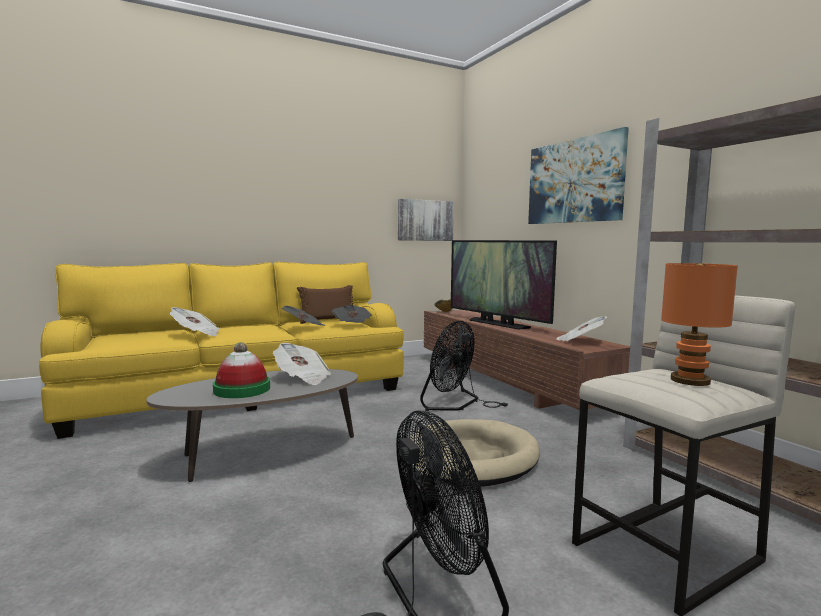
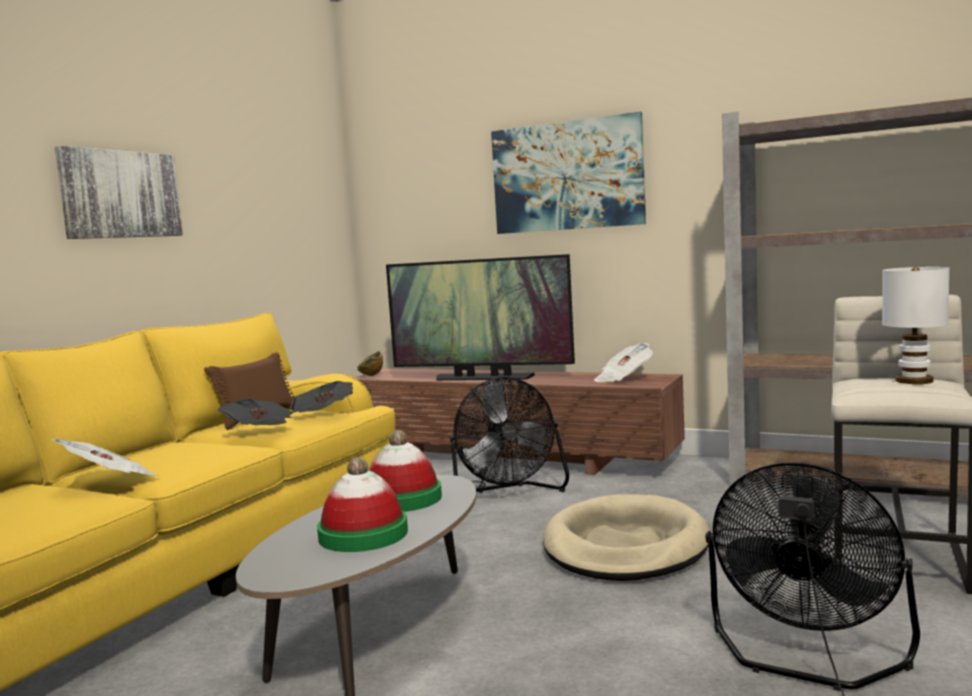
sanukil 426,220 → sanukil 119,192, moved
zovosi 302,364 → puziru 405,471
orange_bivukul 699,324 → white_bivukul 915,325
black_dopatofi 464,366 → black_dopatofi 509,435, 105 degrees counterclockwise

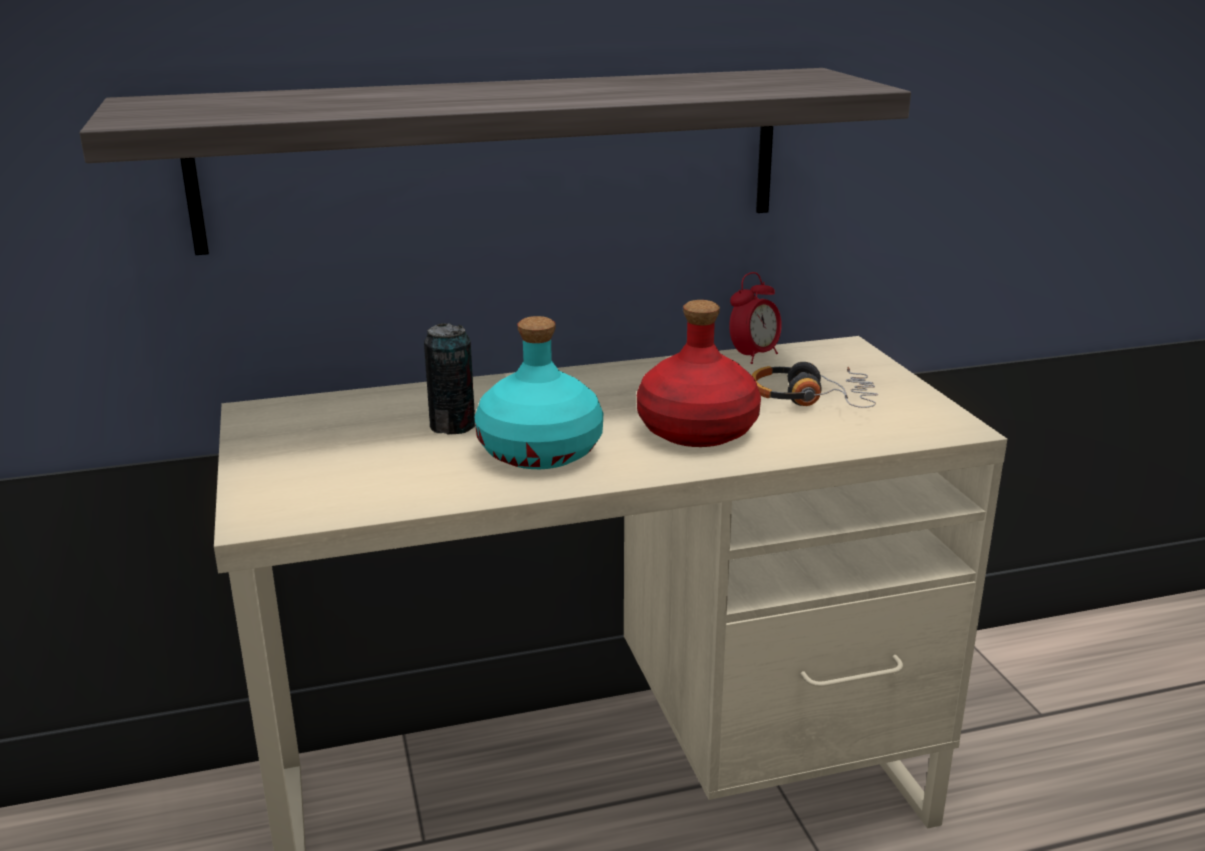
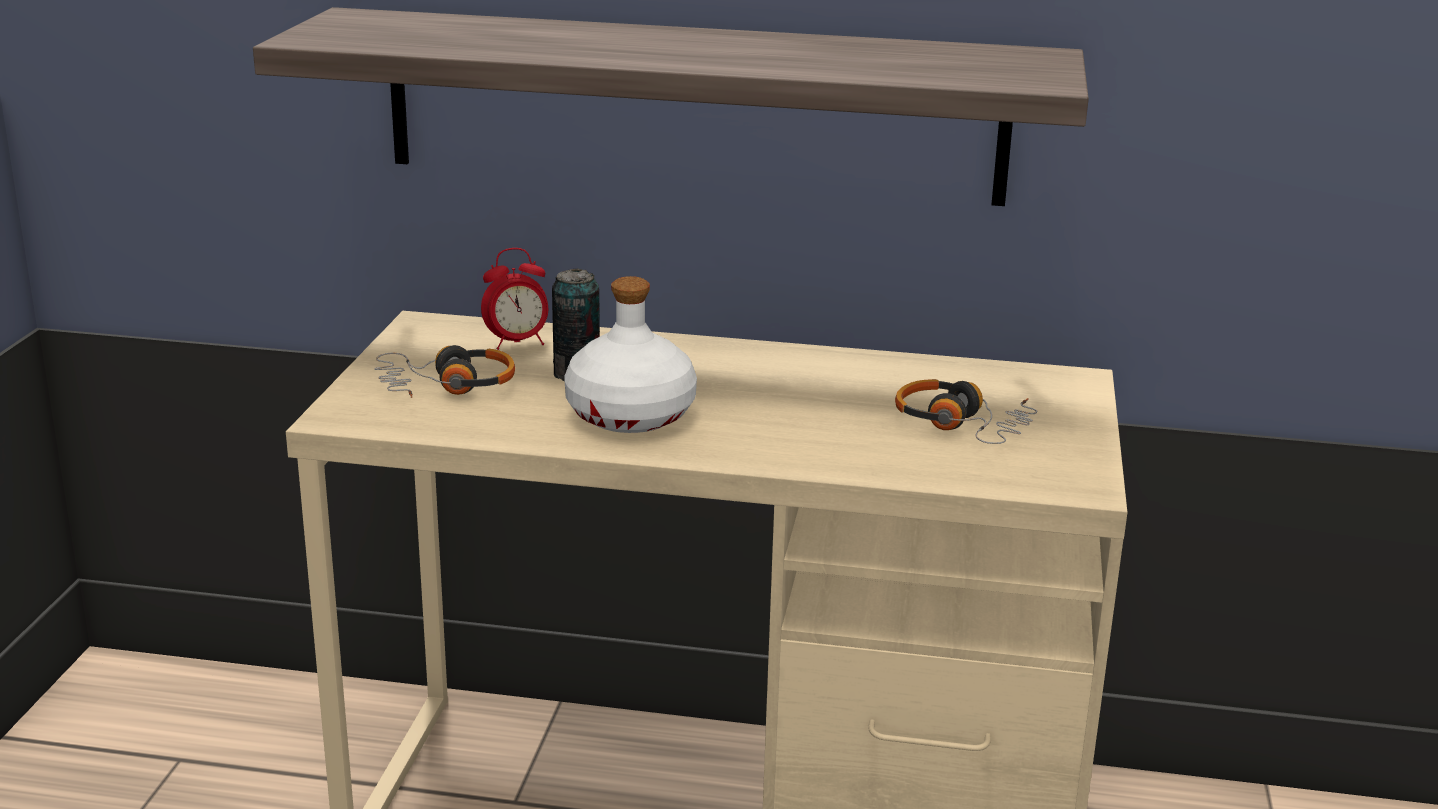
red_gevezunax 699,373 → -
- → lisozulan 444,371
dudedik 755,318 → dudedik 514,299, moved
turquoise_gevezunax 538,392 → white_gevezunax 630,354

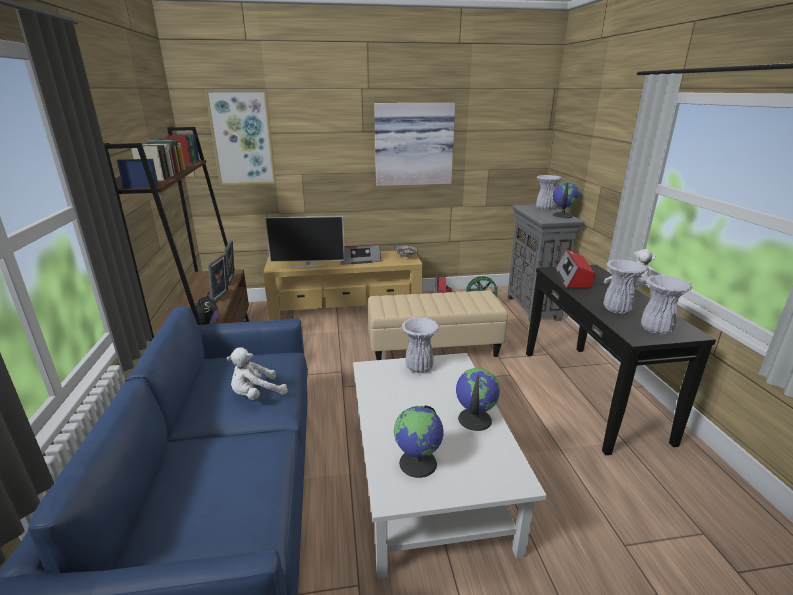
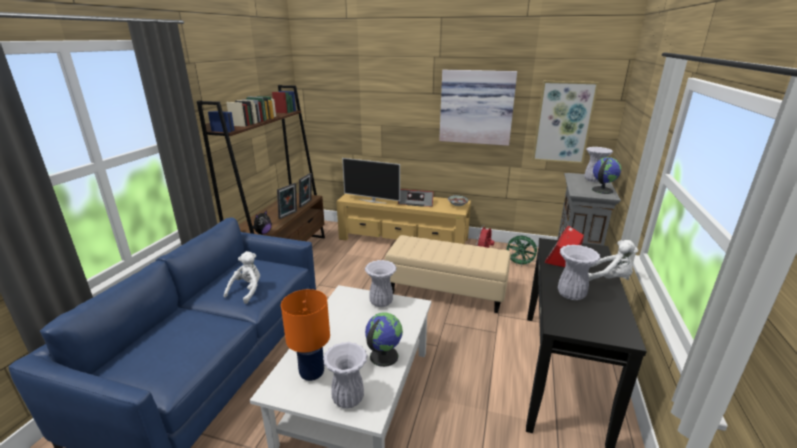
sanukil 240,137 → sanukil 565,122, moved
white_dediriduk 666,305 → white_dediriduk 345,375, moved
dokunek 419,442 → orange_bivukul 305,335
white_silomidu 257,373 → white_silomidu 242,277, 120 degrees clockwise

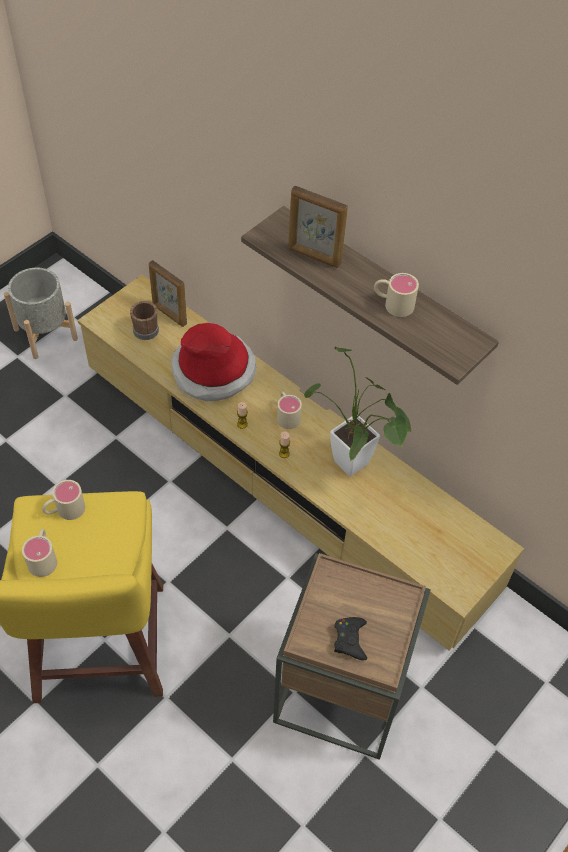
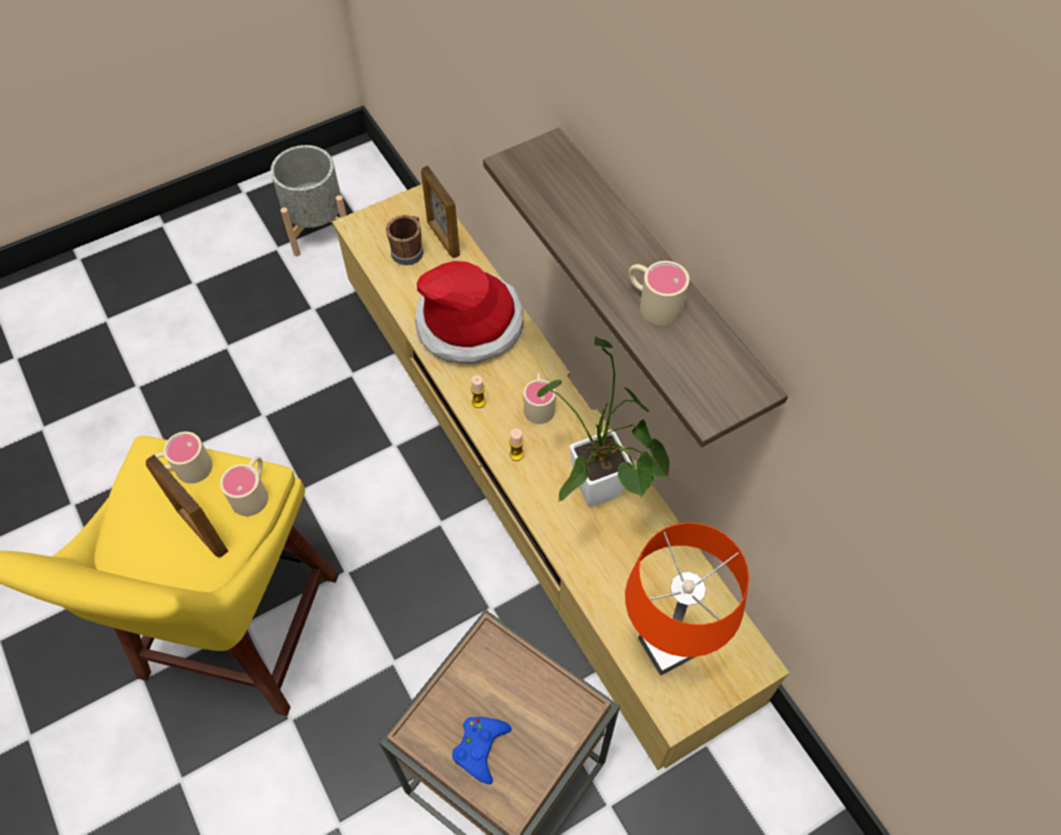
- → orange_bivukul 687,599
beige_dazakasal 39,553 → beige_dazakasal 244,486, moved
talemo 318,227 → talemo 187,506, moved
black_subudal 350,638 → blue_subudal 482,750

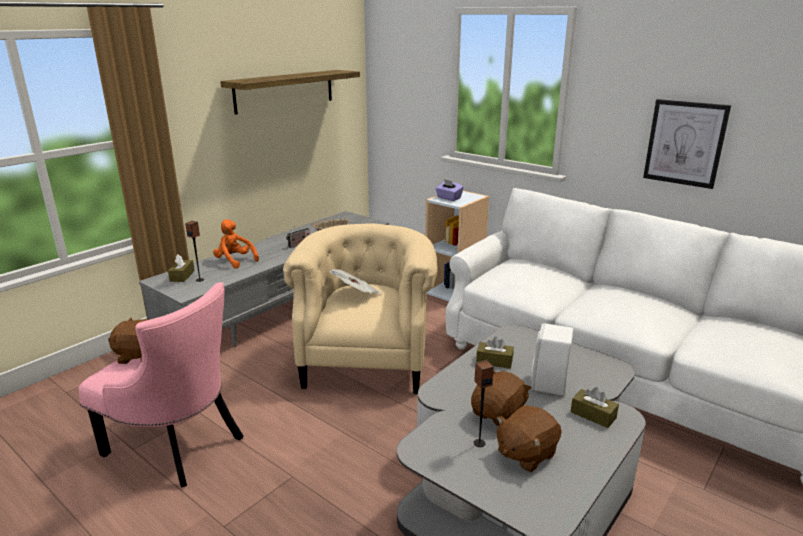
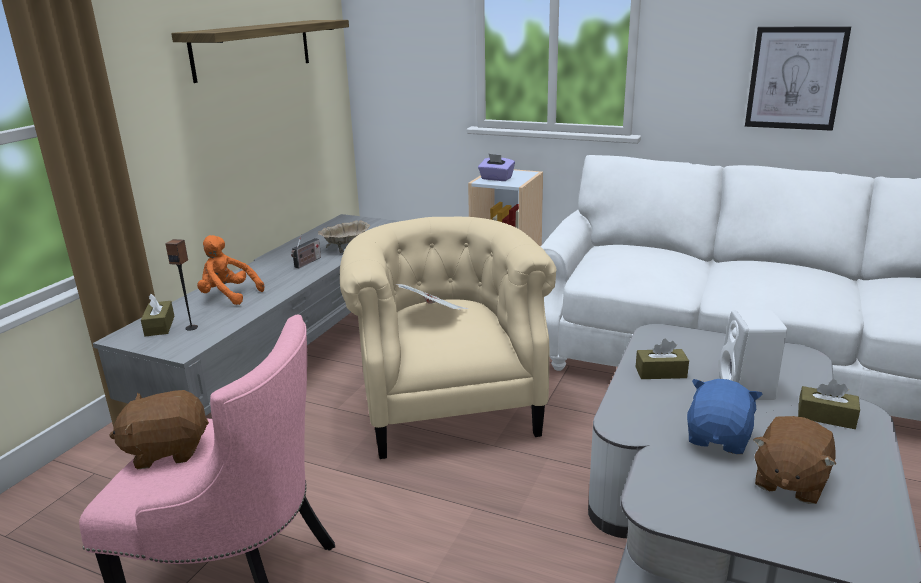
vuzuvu 483,403 → -
brown_silomidu 501,398 → blue_silomidu 725,416

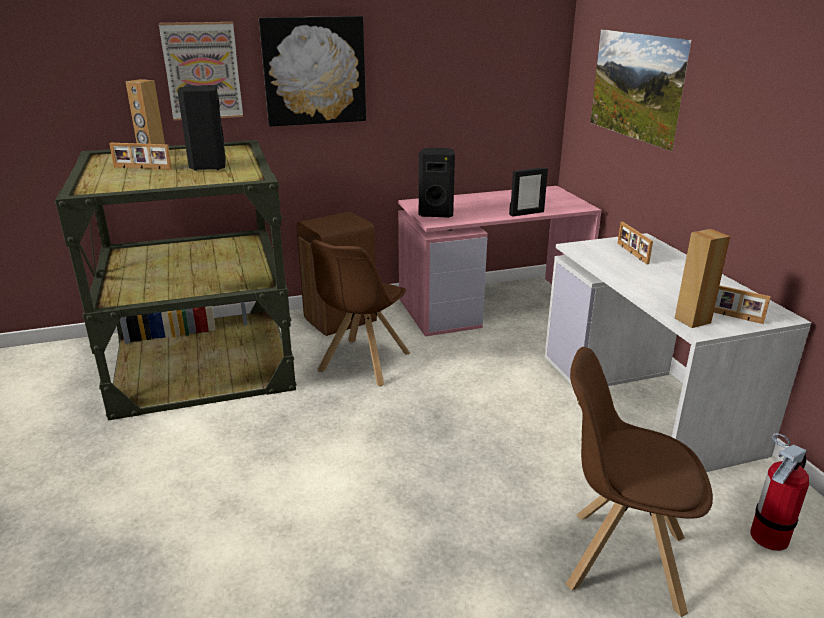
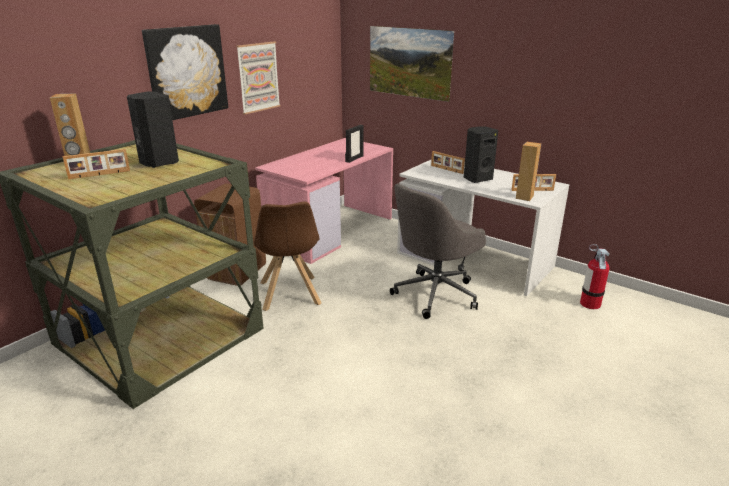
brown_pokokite 639,482 → -
- → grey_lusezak 438,251
sanukil 201,71 → sanukil 258,77, moved
black_vuzuvu 437,183 → black_vuzuvu 481,154, moved

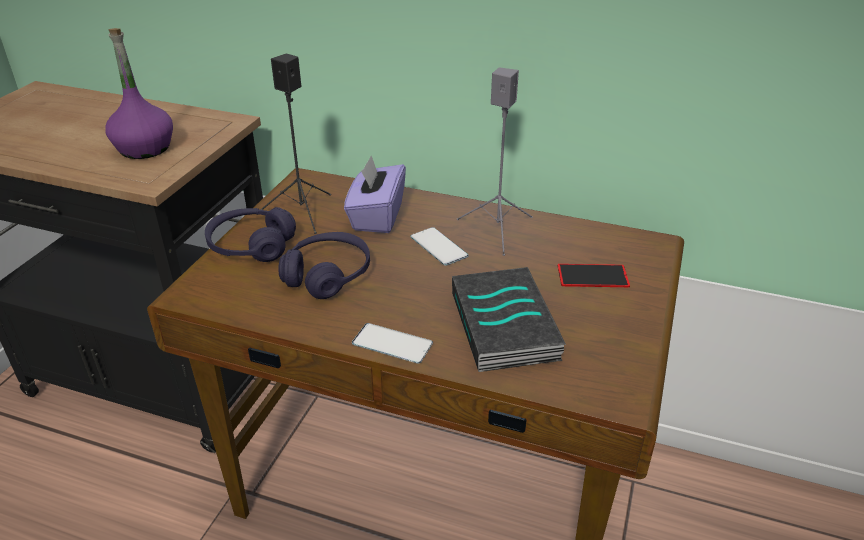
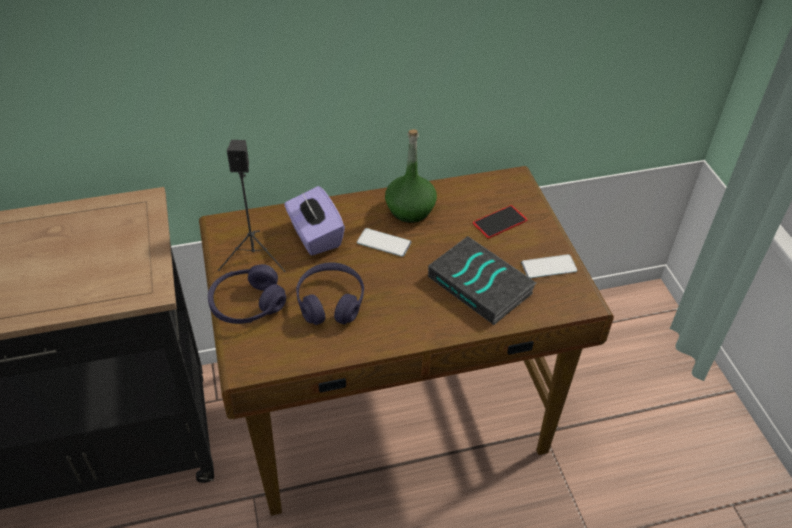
purple_gevezunax 139,93 → -
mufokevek 392,343 → mufokevek 549,266, moved
grey_vuzuvu 495,161 → green_gevezunax 411,176

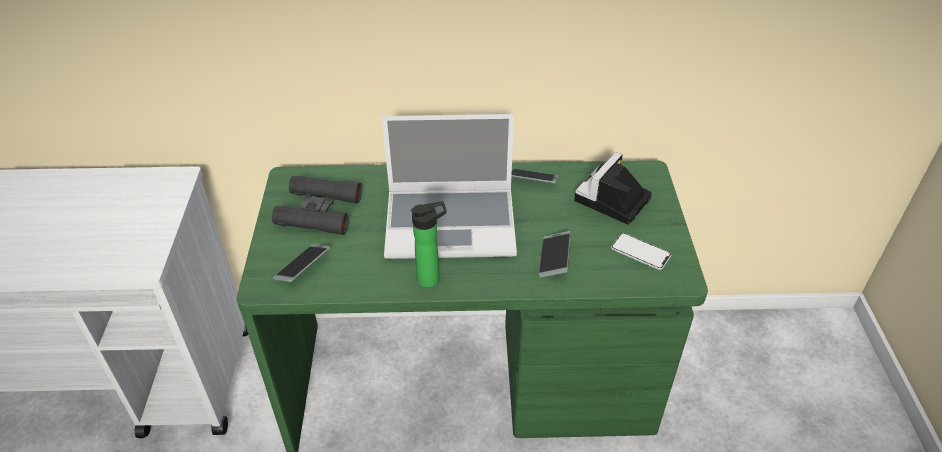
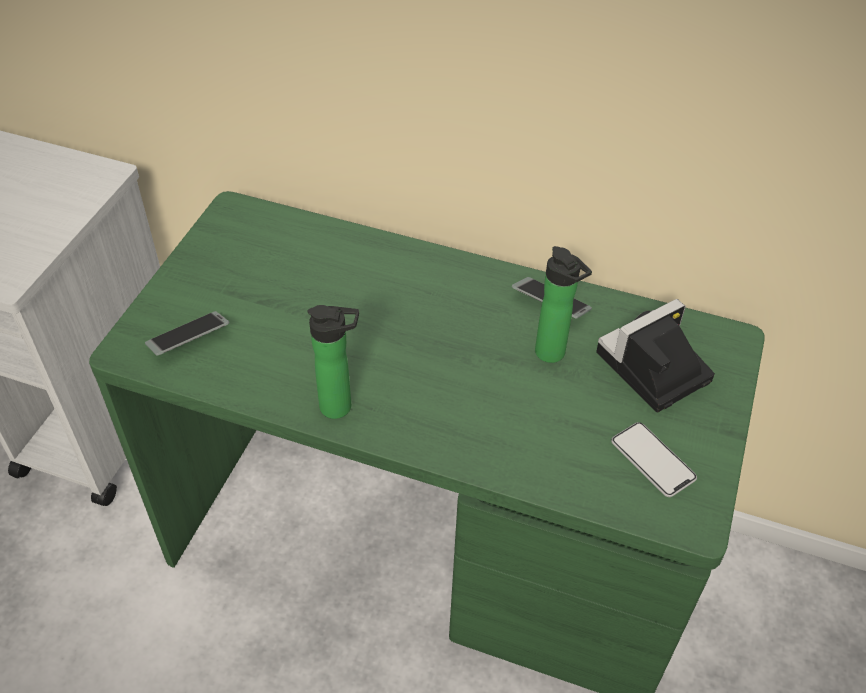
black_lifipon 317,205 → -
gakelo 449,186 → -
mufokevek 555,254 → -
- → gevezunax 563,304

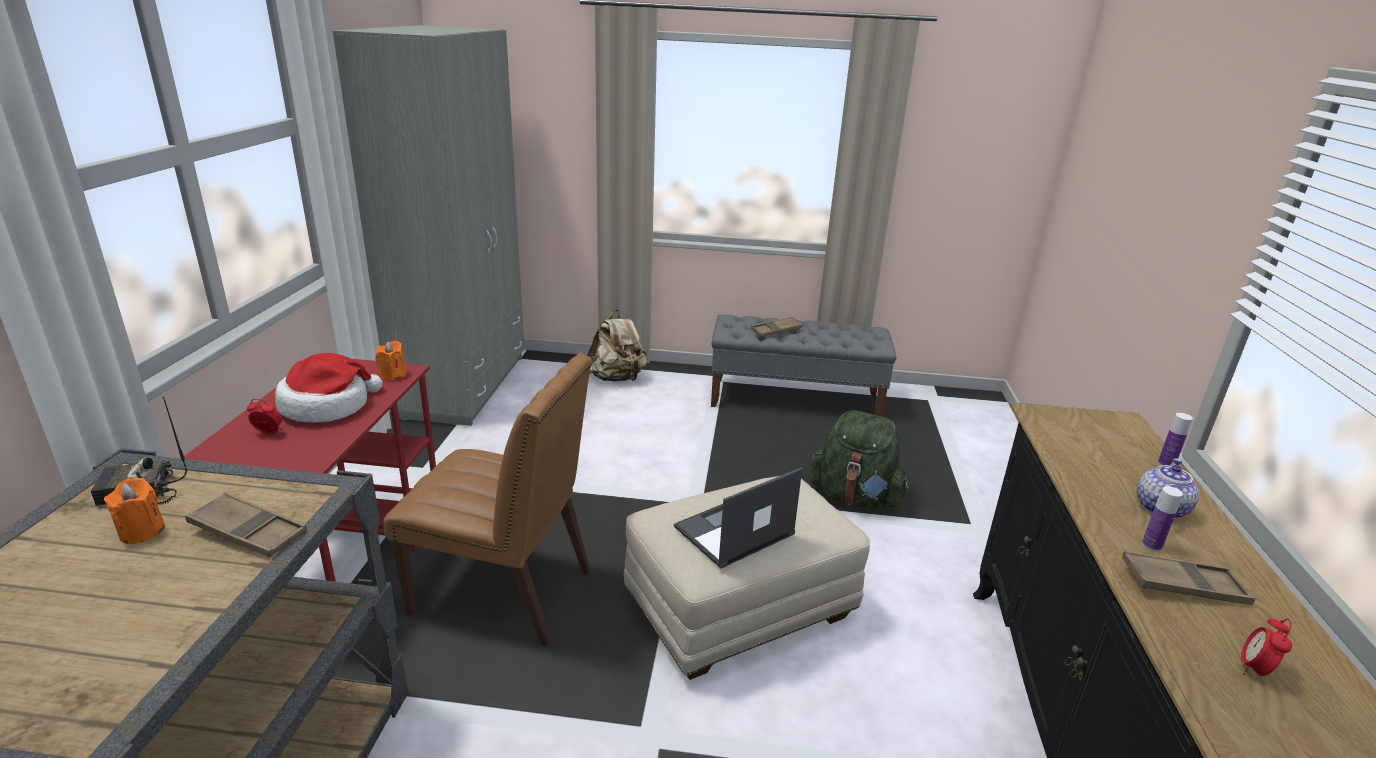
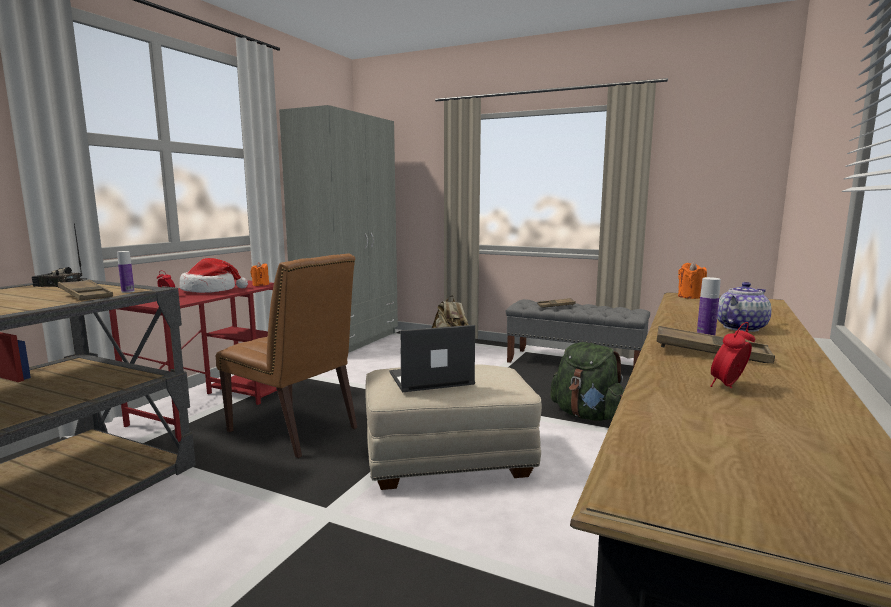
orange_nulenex 134,511 → orange_nulenex 692,280, moved
gevezunax 1175,439 → gevezunax 125,272, moved

